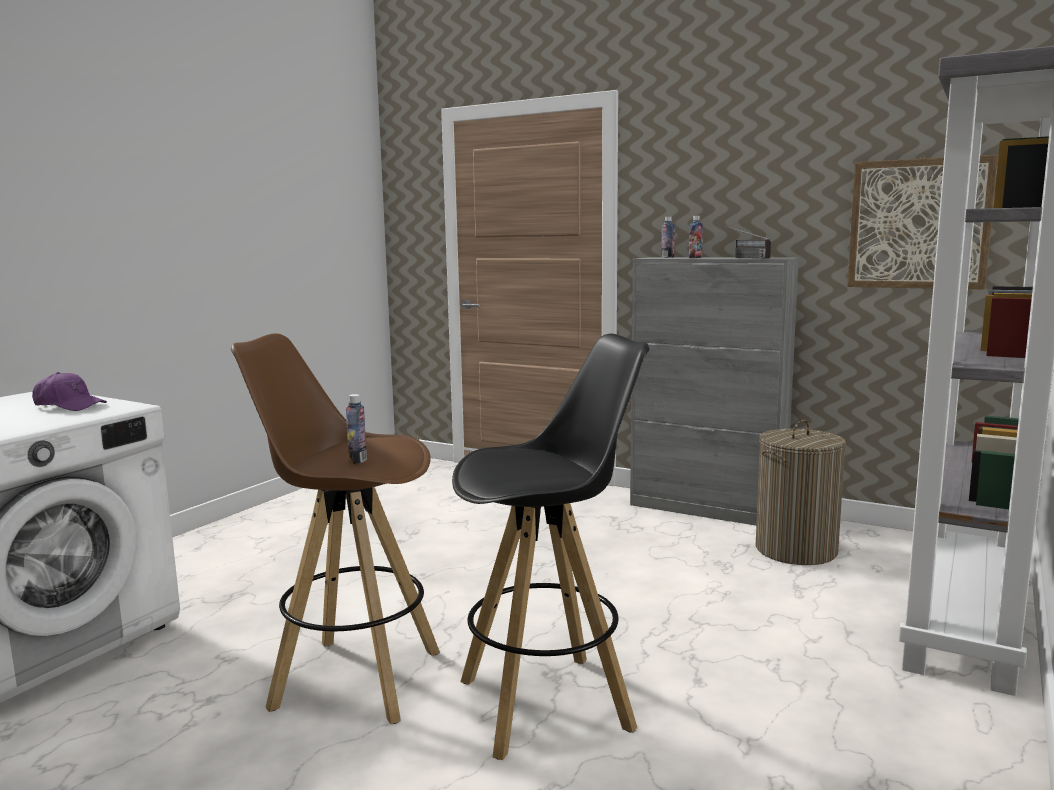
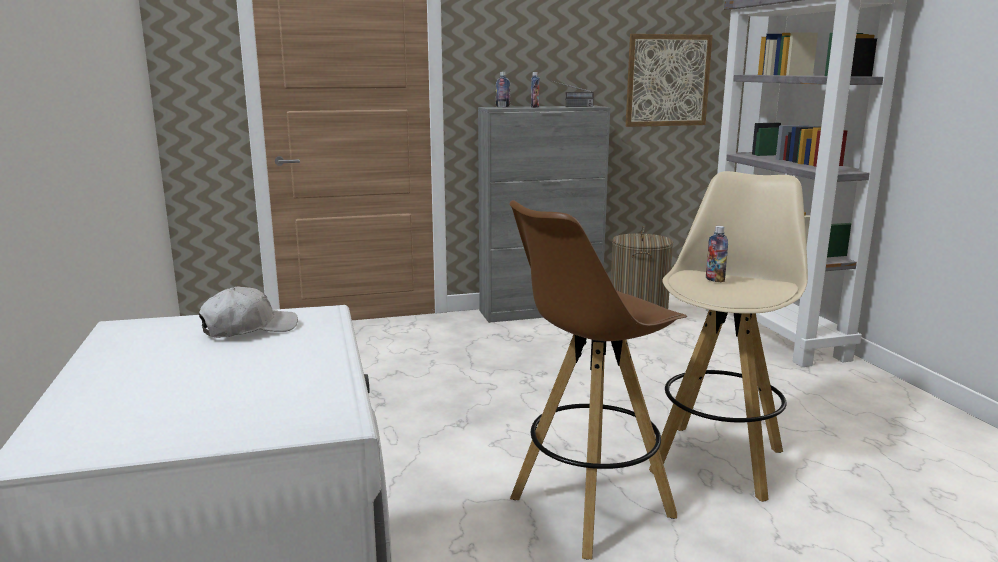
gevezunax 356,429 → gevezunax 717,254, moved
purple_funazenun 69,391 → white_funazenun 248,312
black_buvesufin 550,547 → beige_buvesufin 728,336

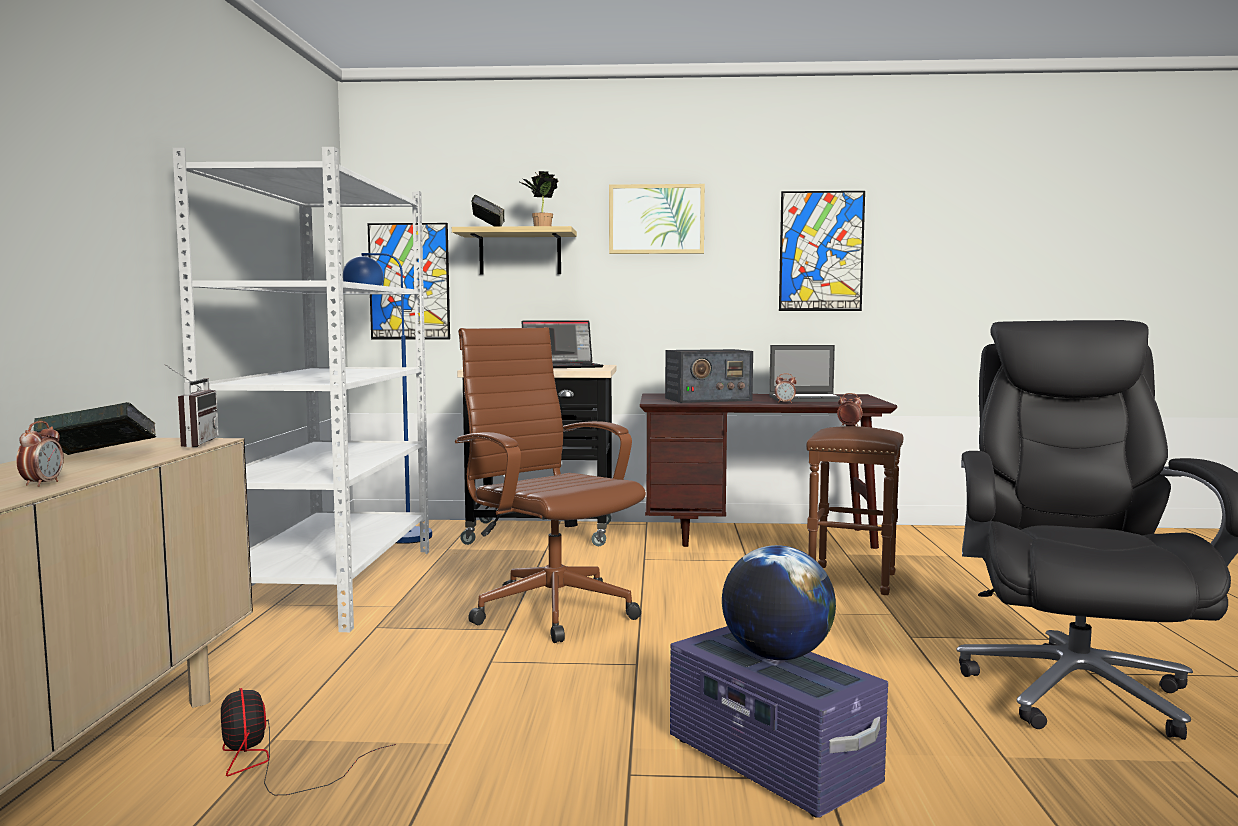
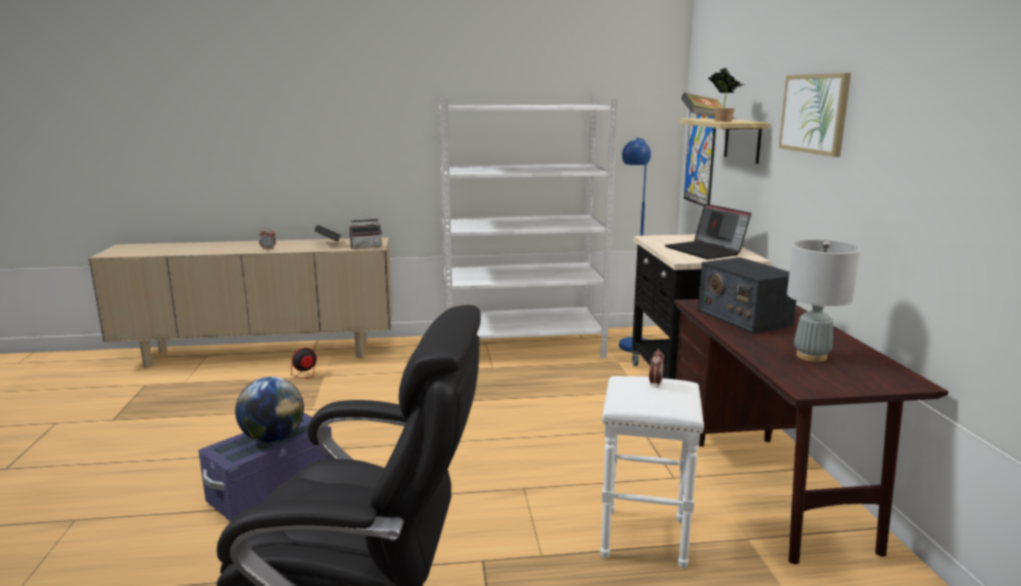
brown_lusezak 550,485 → -
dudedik 786,388 → -
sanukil 822,251 → -
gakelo 805,373 → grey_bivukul 823,301
brown_buvesufin 855,510 → white_buvesufin 652,472

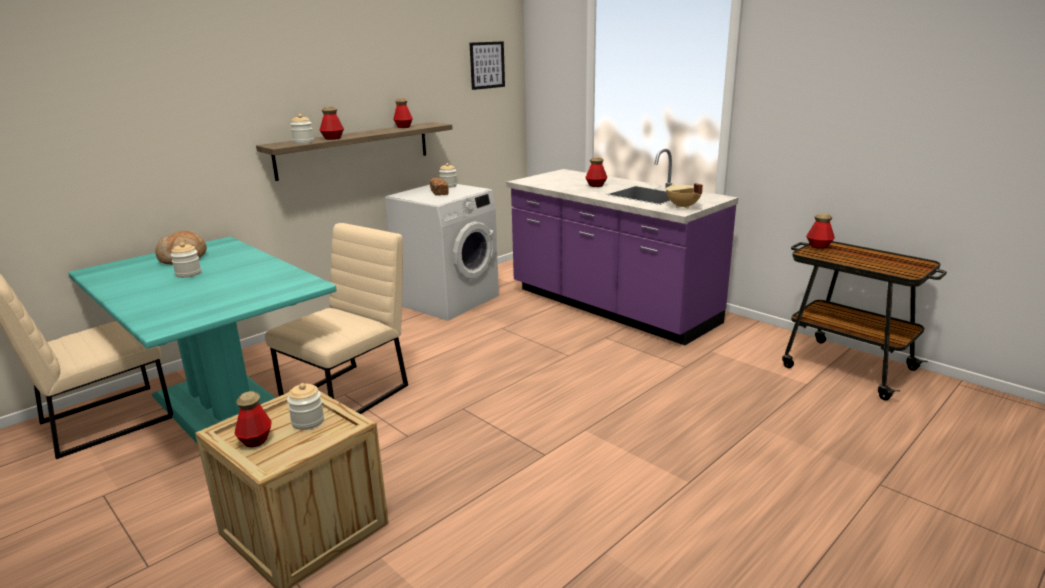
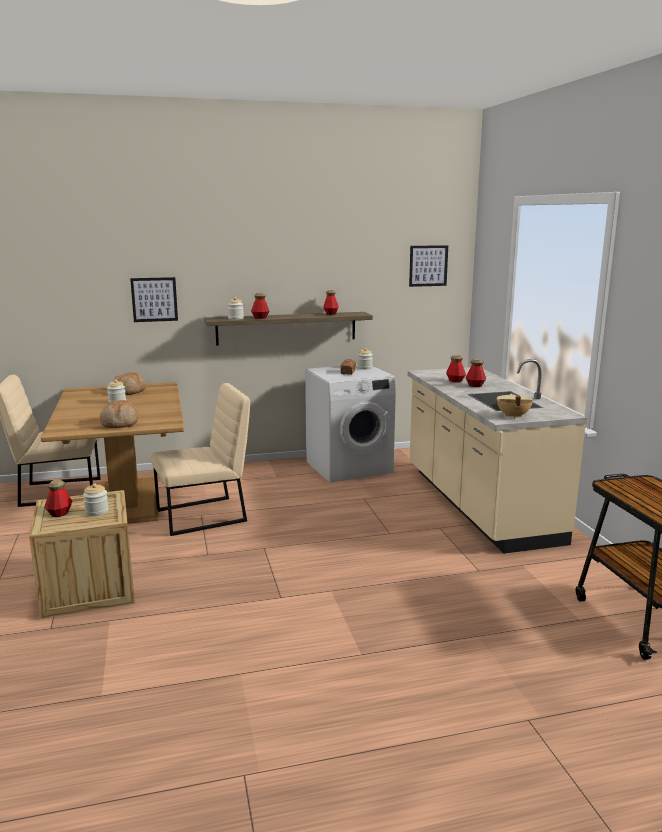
- → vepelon 119,414
- → sanukil 154,299
gevezunax 820,231 → gevezunax 456,369, moved
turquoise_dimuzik 202,340 → brown_dimuzik 112,453
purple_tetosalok 622,247 → beige_tetosalok 497,456

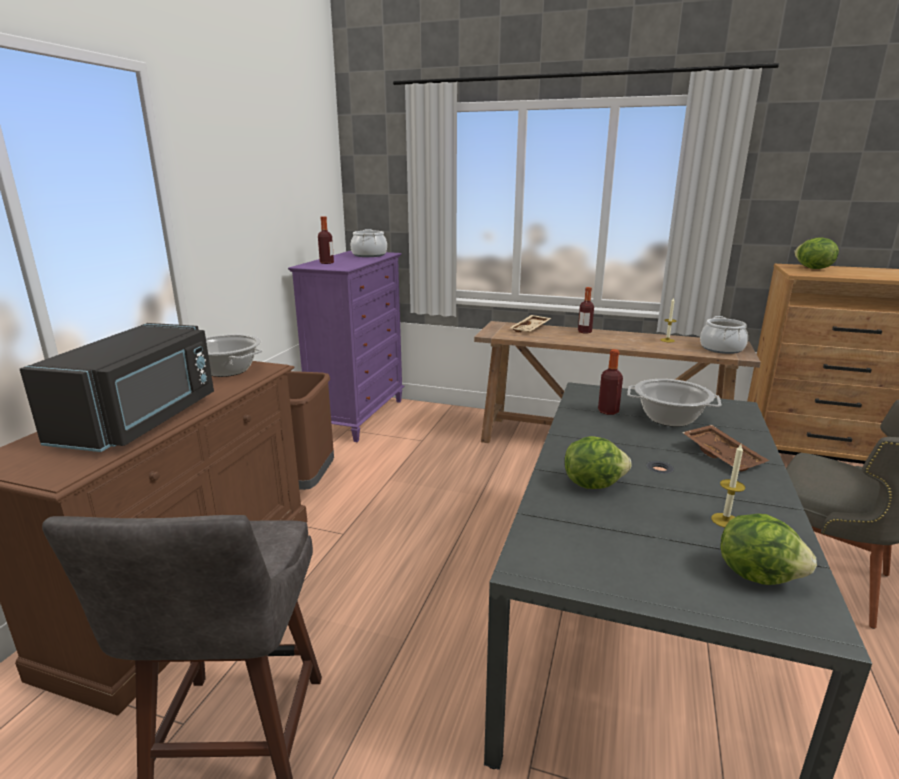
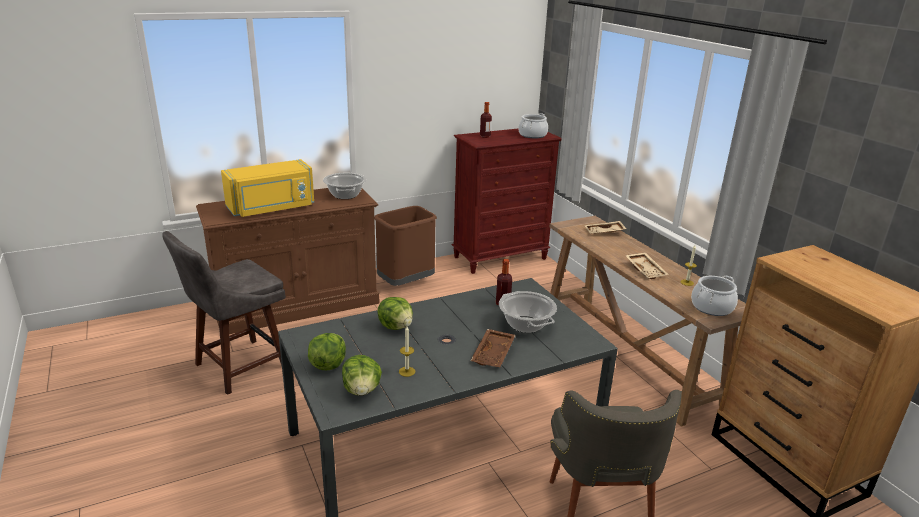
gevezunax 586,310 → -
- → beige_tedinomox 647,265
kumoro 816,253 → kumoro 327,351, moved
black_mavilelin 117,387 → yellow_mavilelin 267,188
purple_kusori 346,346 → red_kusori 506,201

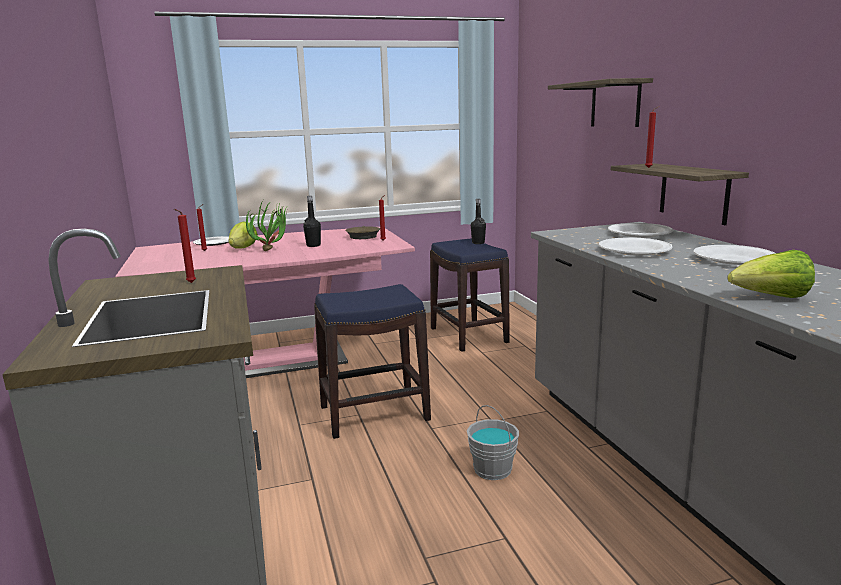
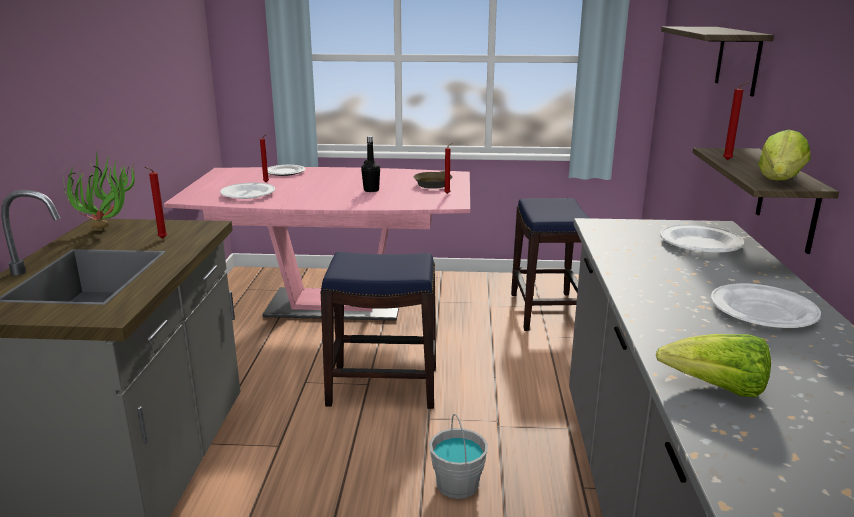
black_gevezunax 478,221 → -
kumoro 243,235 → kumoro 784,155, moved
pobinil 267,225 → pobinil 99,191, moved
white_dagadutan 635,246 → white_dagadutan 247,191, moved

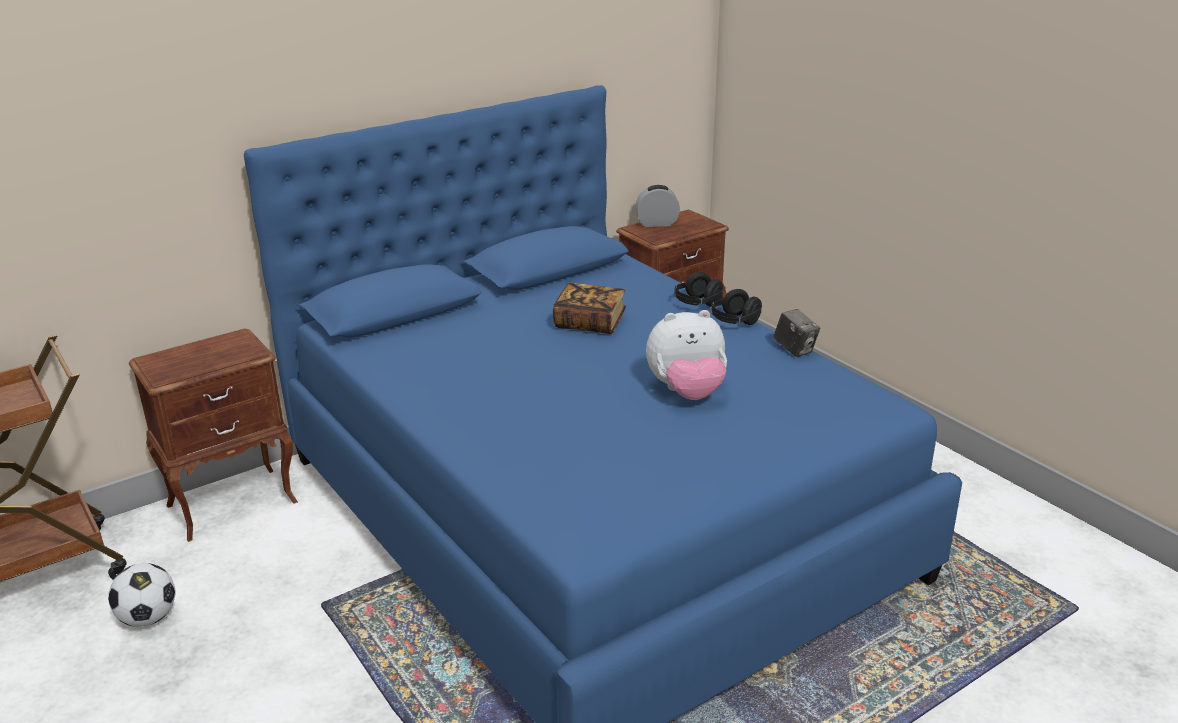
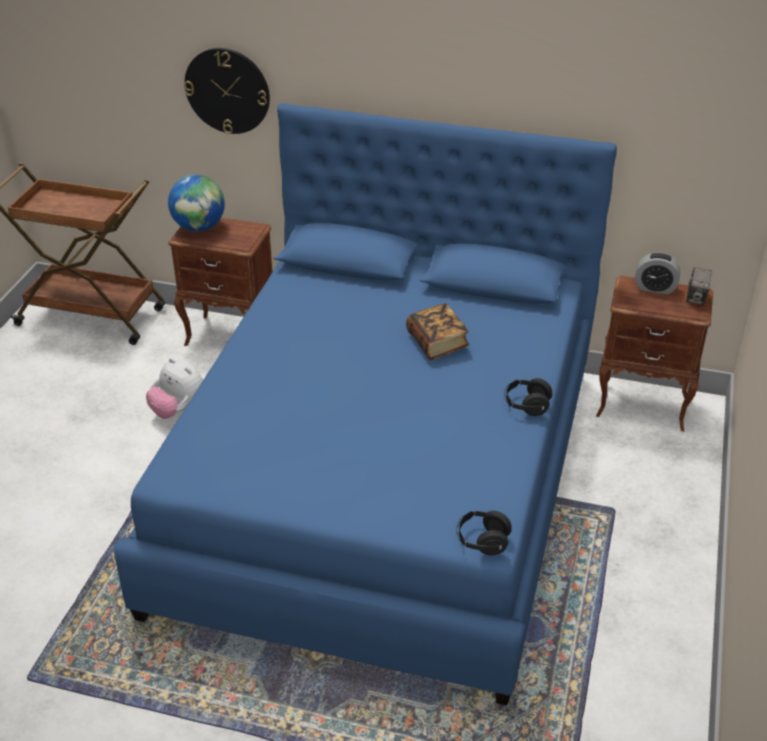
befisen 142,595 → -
- → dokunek 196,203
- → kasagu 227,91
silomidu 686,355 → silomidu 174,388, moved
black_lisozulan 698,289 → black_lisozulan 484,533, moved
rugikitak 796,333 → rugikitak 699,286, moved
dudedik 657,206 → dudedik 657,273, 150 degrees clockwise

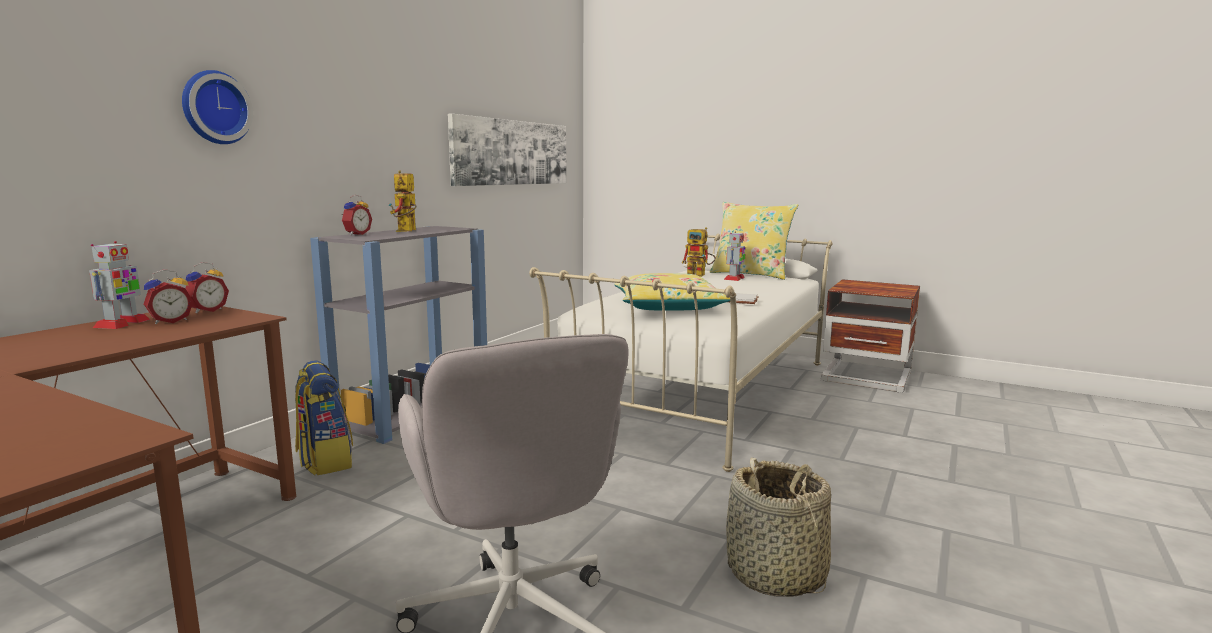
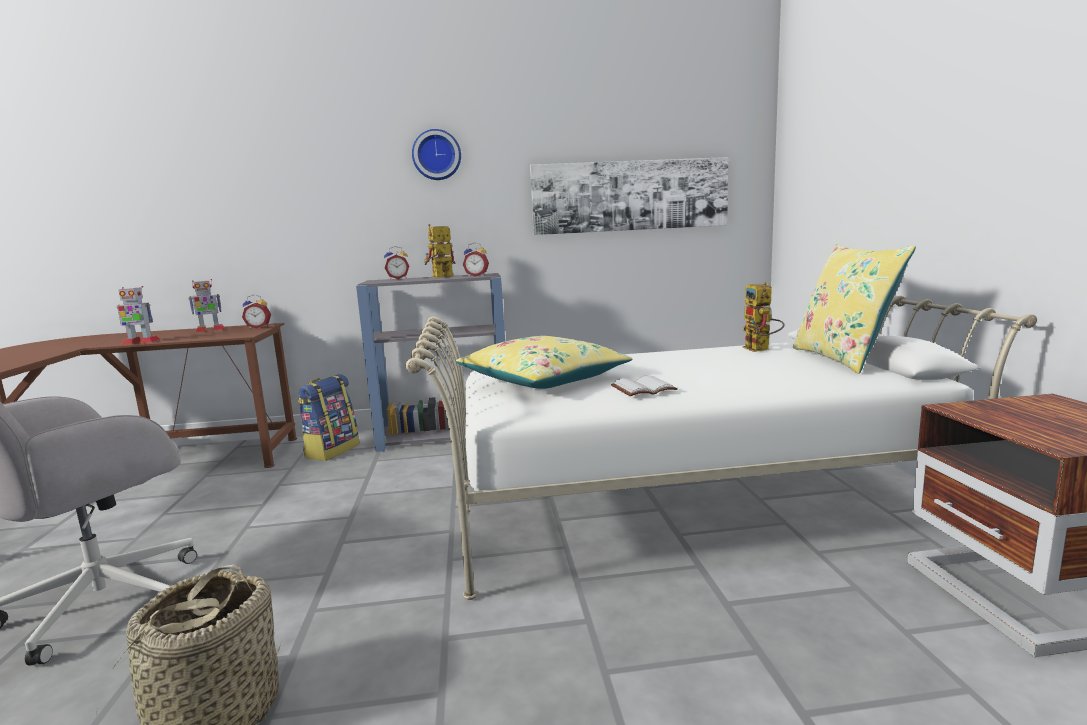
dudedik 168,296 → dudedik 476,259, moved
kasagu 217,107 → kasagu 436,154, moved
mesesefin 735,256 → mesesefin 138,315, moved

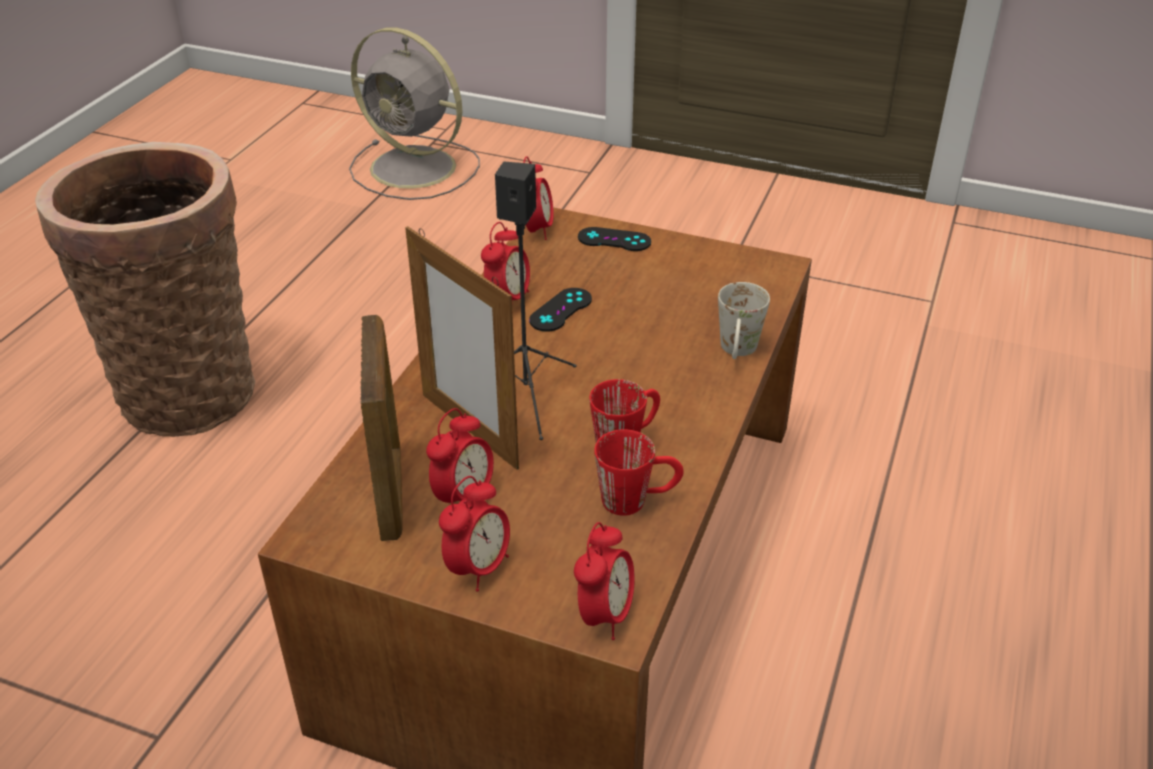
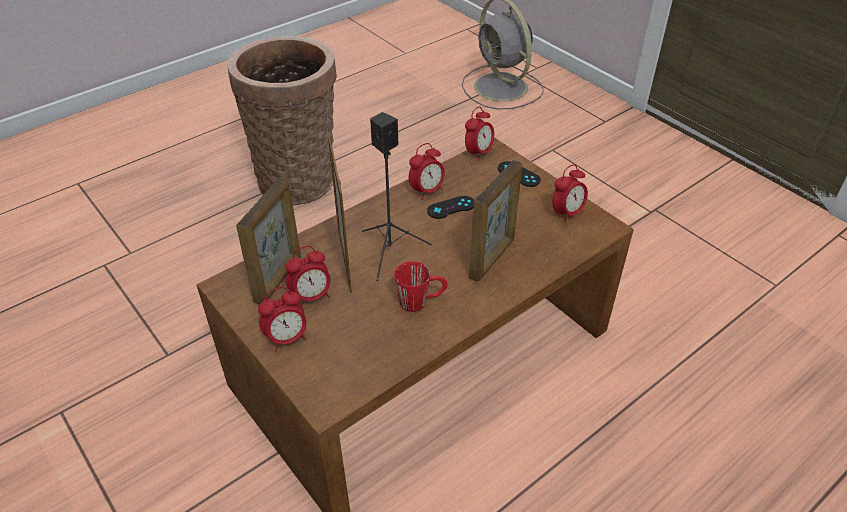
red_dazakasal 639,472 → -
white_dazakasal 744,320 → -
- → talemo 495,221
dudedik 604,581 → dudedik 570,194, moved

